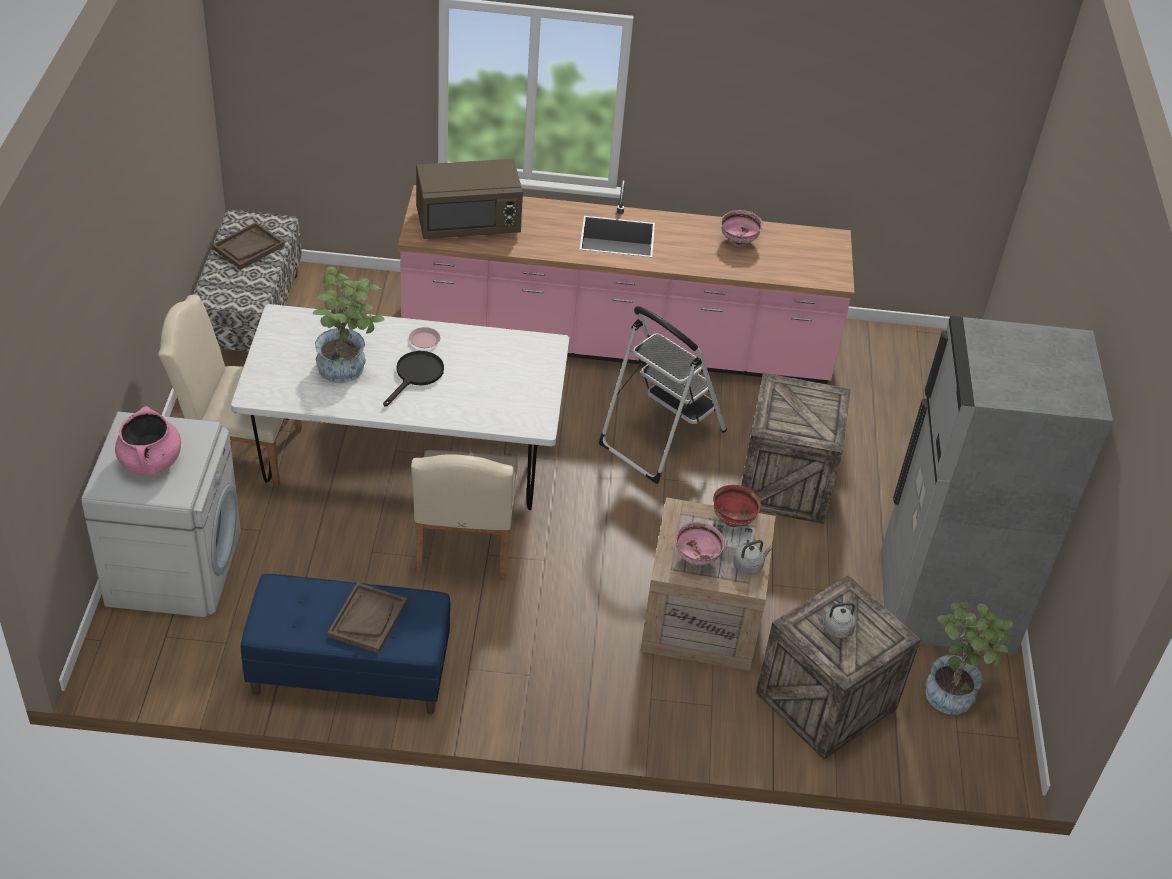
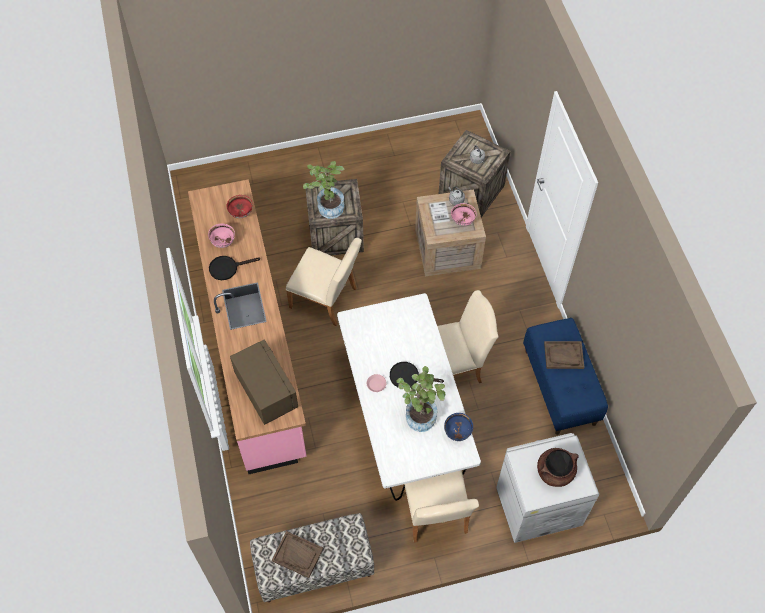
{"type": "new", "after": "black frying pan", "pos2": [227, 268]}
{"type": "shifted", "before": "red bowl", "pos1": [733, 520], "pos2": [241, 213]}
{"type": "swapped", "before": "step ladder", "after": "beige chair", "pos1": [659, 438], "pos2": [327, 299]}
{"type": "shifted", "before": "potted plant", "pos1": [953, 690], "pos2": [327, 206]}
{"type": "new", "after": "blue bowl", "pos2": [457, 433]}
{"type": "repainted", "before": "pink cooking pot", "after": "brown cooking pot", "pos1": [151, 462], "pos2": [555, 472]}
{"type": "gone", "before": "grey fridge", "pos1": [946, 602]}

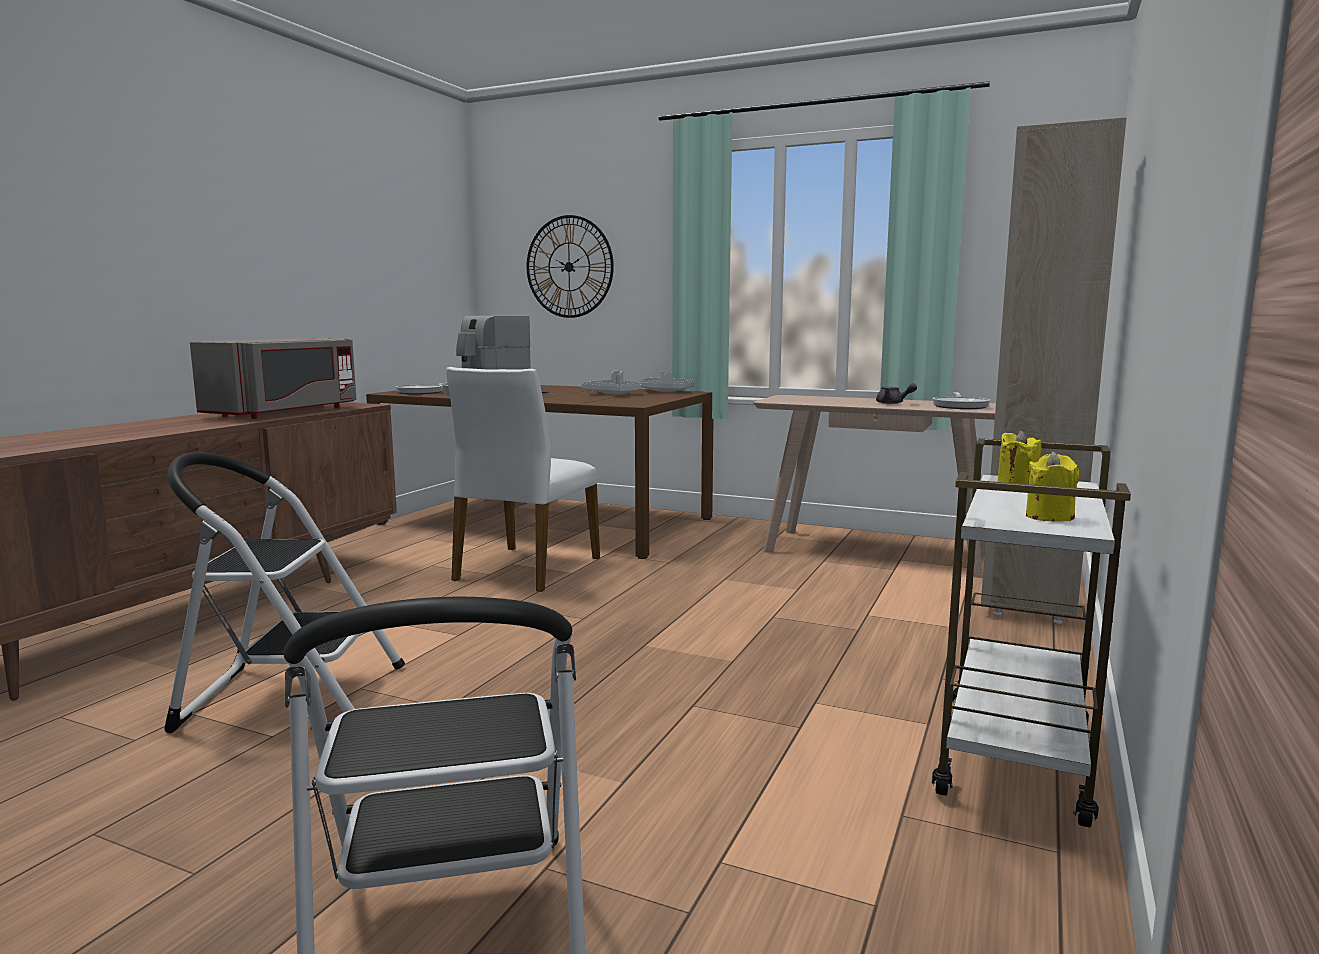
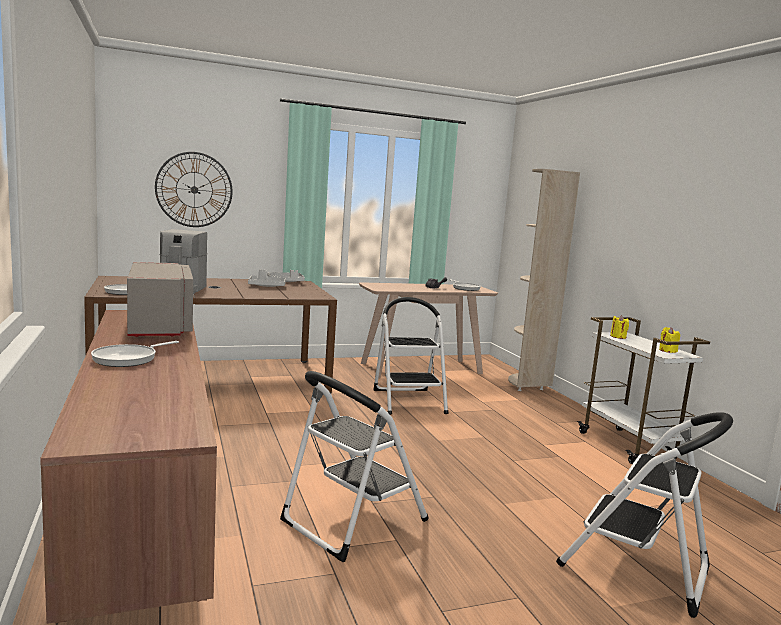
{"type": "new", "after": "frying pan", "pos2": [128, 359]}
{"type": "new", "after": "step ladder", "pos2": [408, 401]}
{"type": "gone", "before": "white chair", "pos1": [525, 568]}

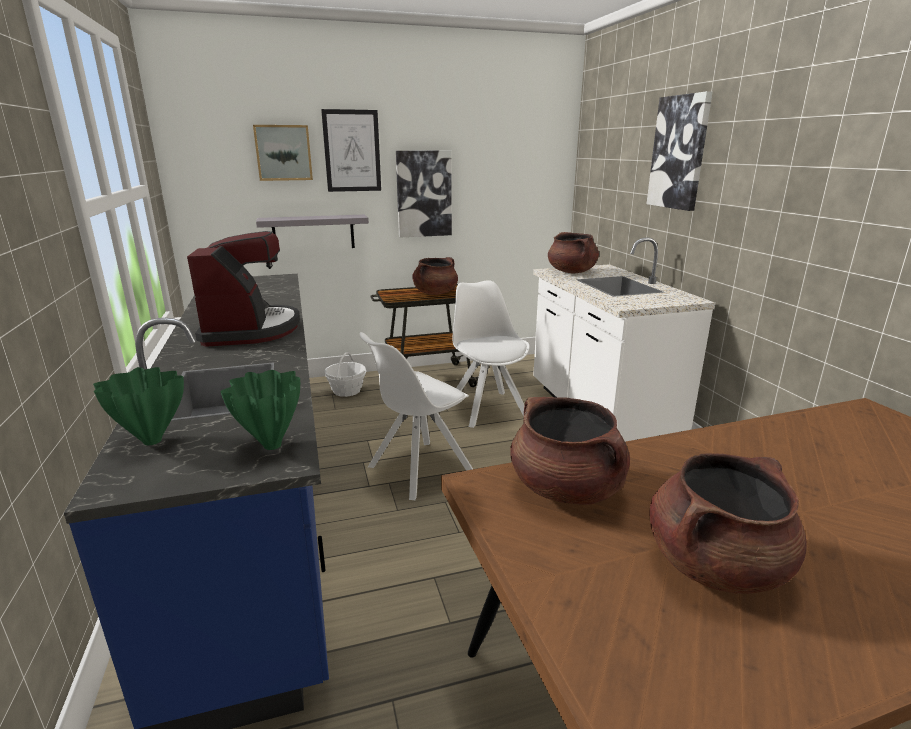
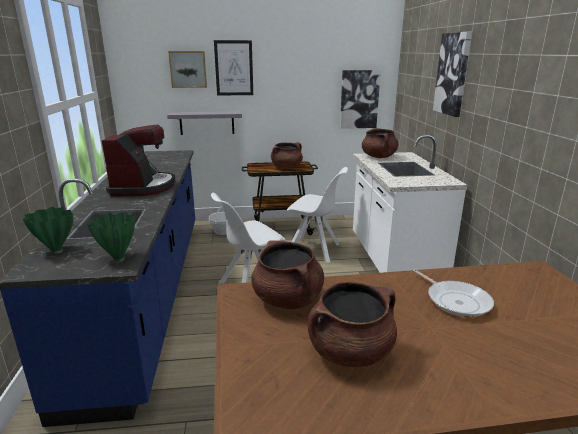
{"type": "rotated", "before": "white chair", "pos1": [487, 408], "pos2": [314, 250], "turn": 120}
{"type": "shifted", "before": "picture", "pos1": [424, 194], "pos2": [359, 99]}
{"type": "new", "after": "frying pan", "pos2": [455, 301]}

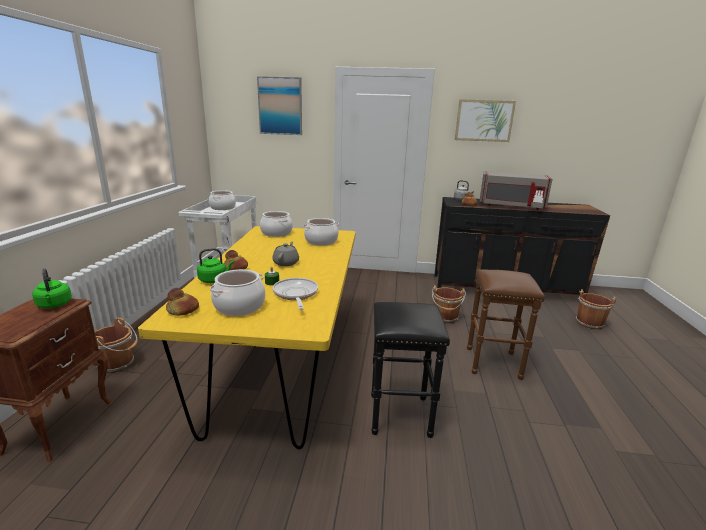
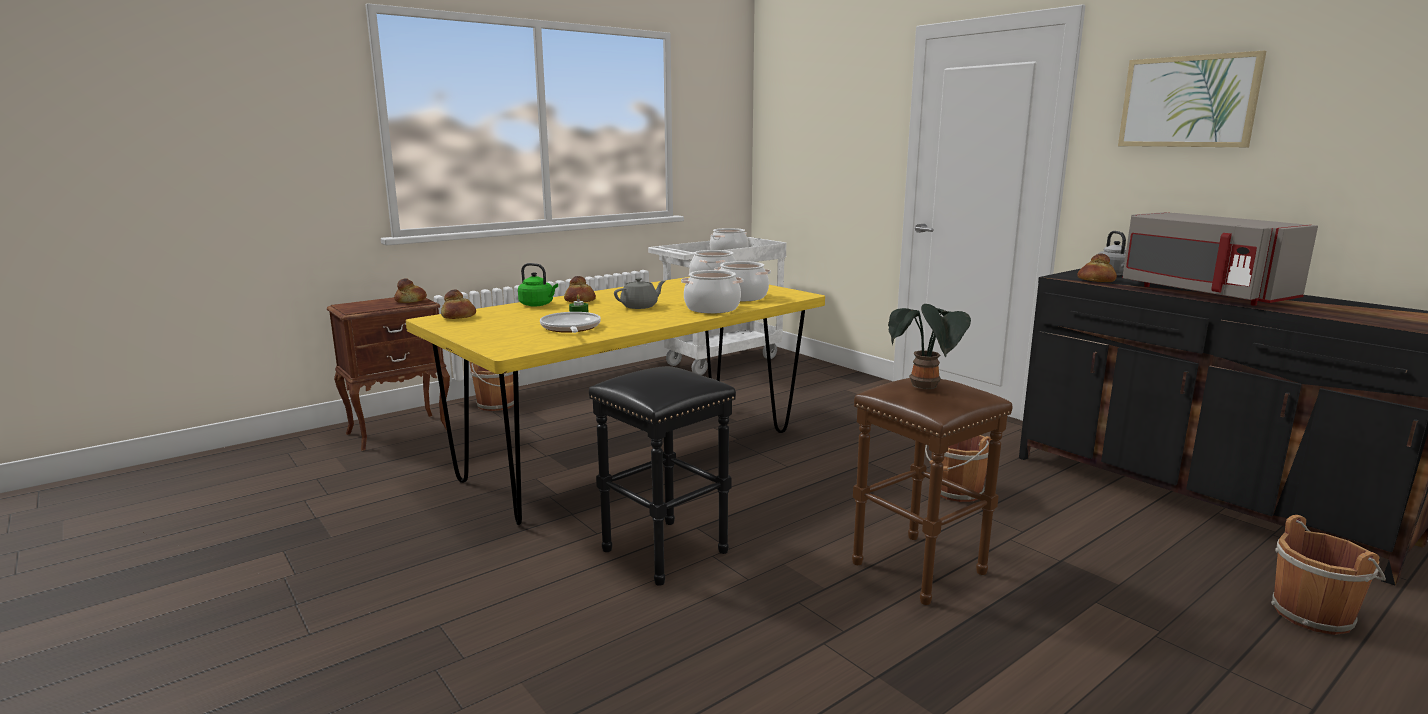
{"type": "swapped", "before": "green kettle", "after": "bread", "pos1": [54, 305], "pos2": [411, 301]}
{"type": "rotated", "before": "frying pan", "pos1": [295, 295], "pos2": [570, 329], "turn": -45}
{"type": "shifted", "before": "cooking pot", "pos1": [239, 306], "pos2": [712, 309]}
{"type": "new", "after": "potted plant", "pos2": [926, 387]}
{"type": "gone", "before": "picture", "pos1": [280, 106]}

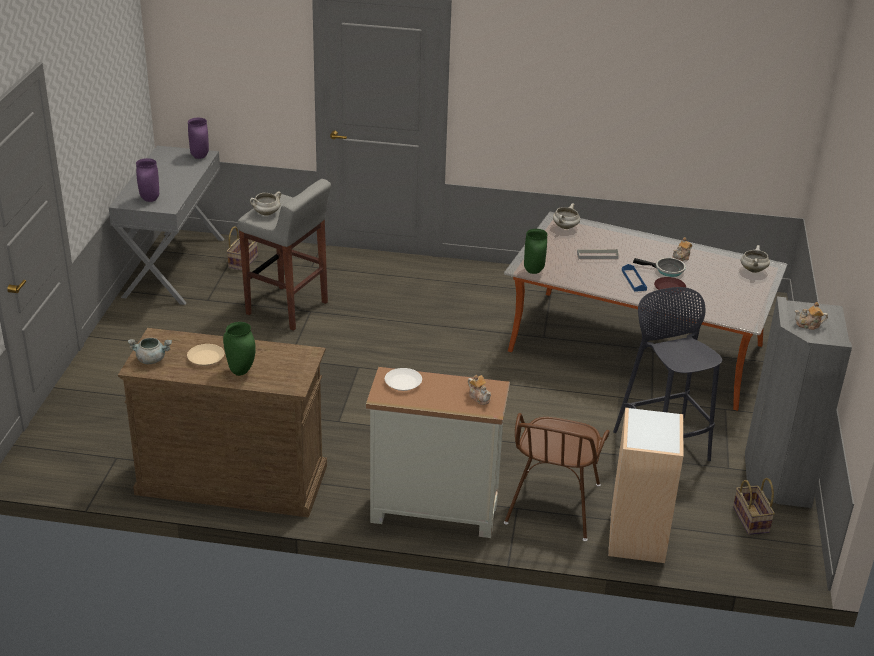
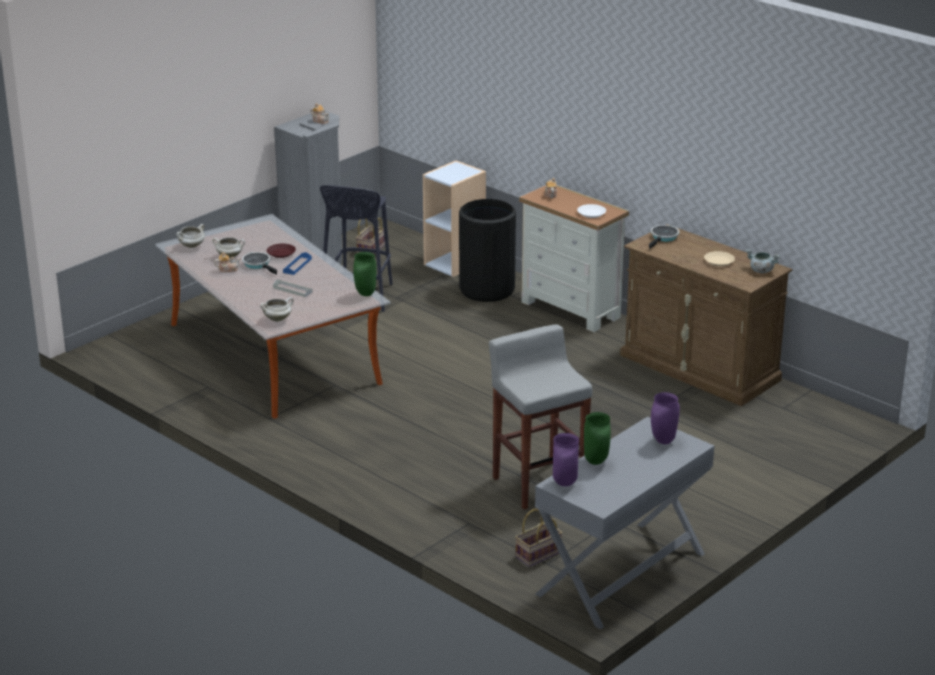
{"type": "shifted", "before": "white cooking pot", "pos1": [266, 213], "pos2": [230, 256]}
{"type": "swapped", "before": "brown chair", "after": "black trash can", "pos1": [552, 507], "pos2": [487, 290]}
{"type": "shifted", "before": "green vase", "pos1": [240, 372], "pos2": [596, 461]}
{"type": "new", "after": "frying pan", "pos2": [663, 238]}

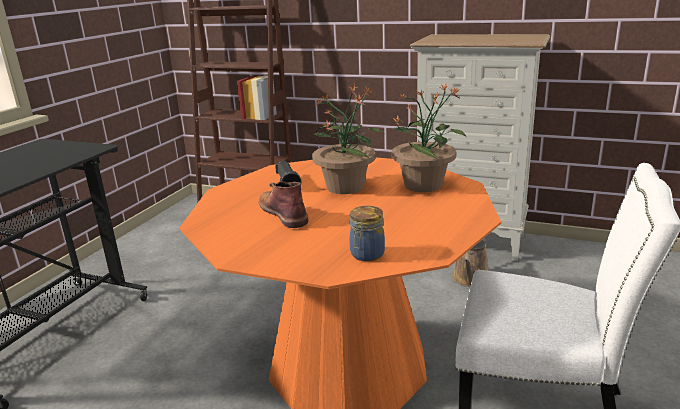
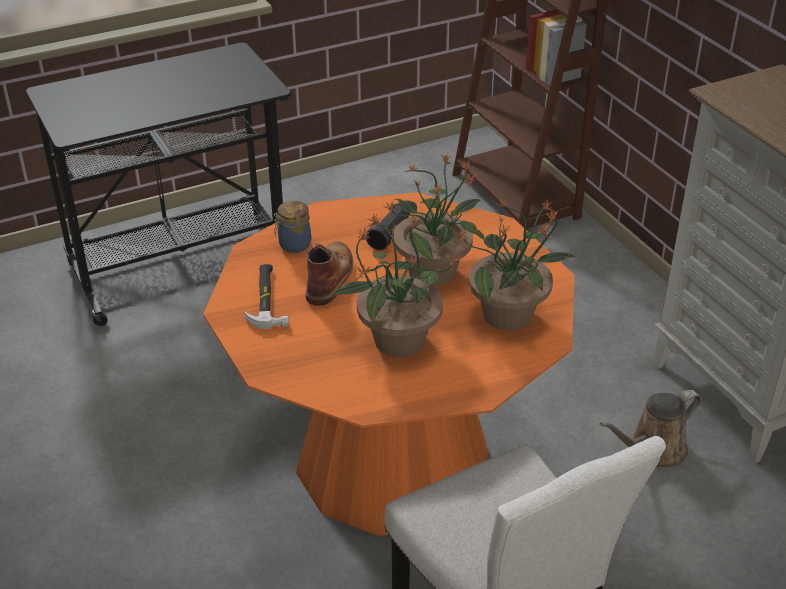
{"type": "new", "after": "hammer", "pos2": [267, 299]}
{"type": "shifted", "before": "jar", "pos1": [366, 255], "pos2": [293, 245]}
{"type": "new", "after": "potted plant", "pos2": [397, 340]}

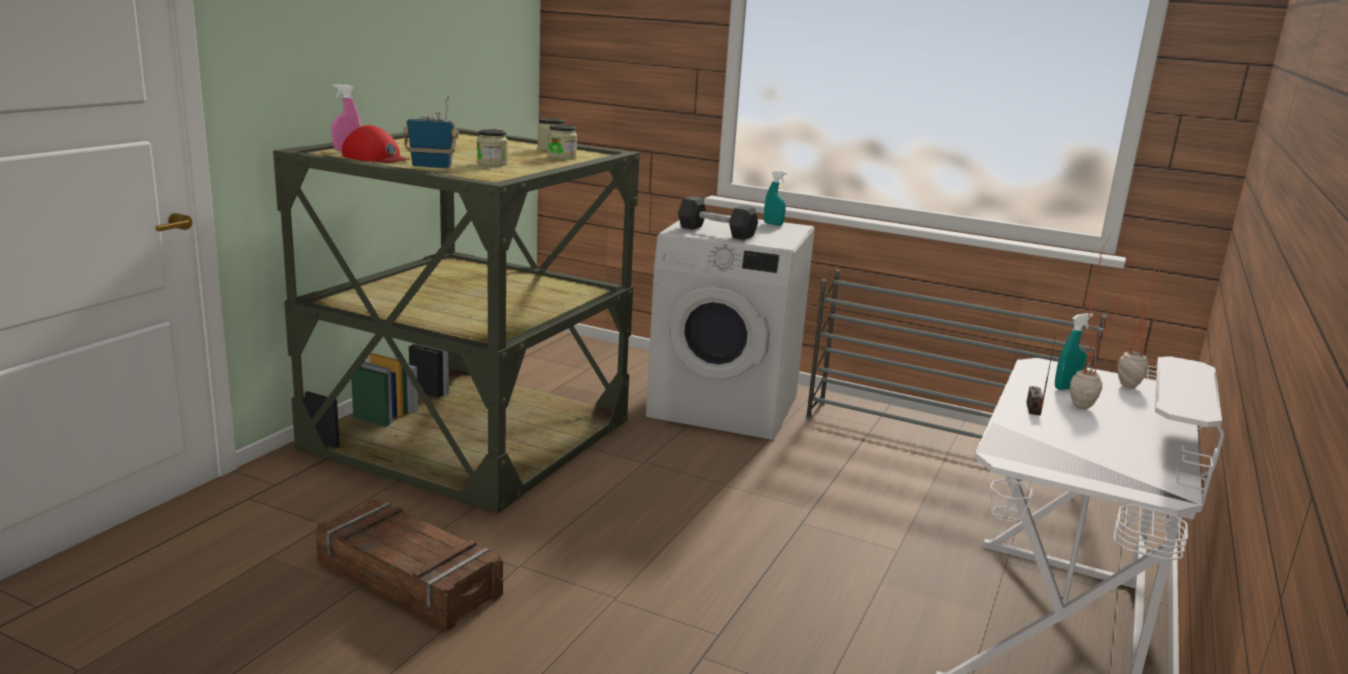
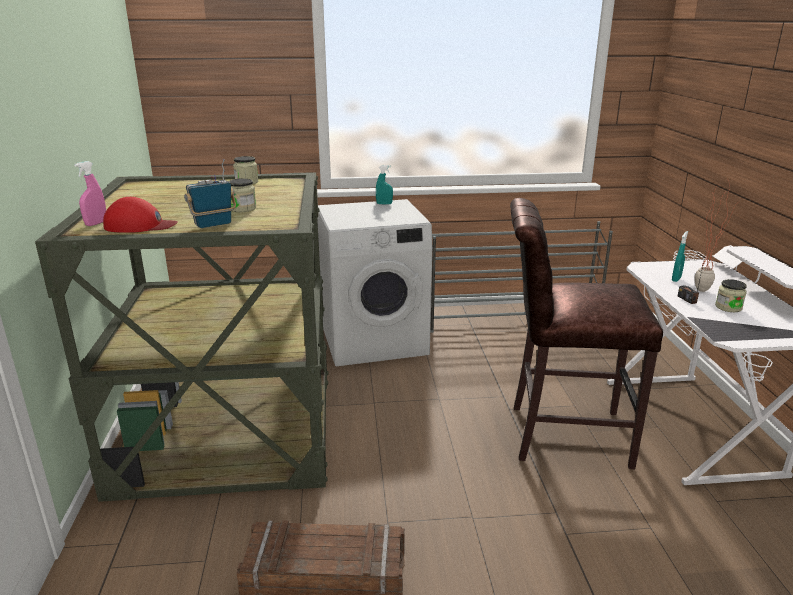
{"type": "new", "after": "brown stool", "pos2": [561, 434]}
{"type": "shifted", "before": "jar", "pos1": [562, 157], "pos2": [728, 307]}
{"type": "gone", "before": "black dumbbell", "pos1": [716, 232]}
{"type": "gone", "before": "potted plant", "pos1": [1125, 383]}

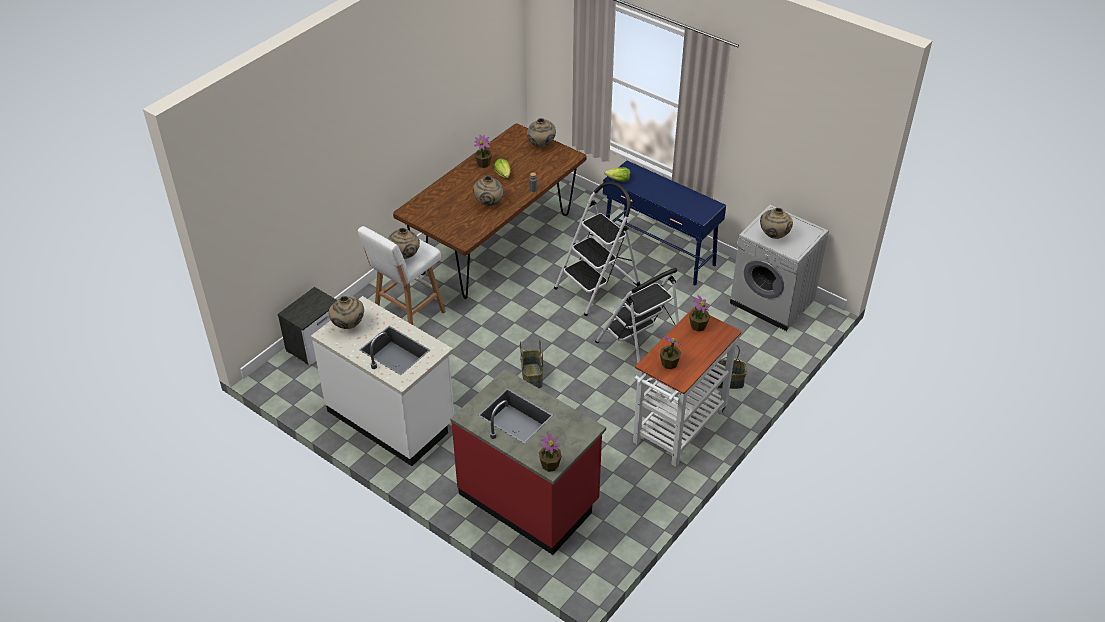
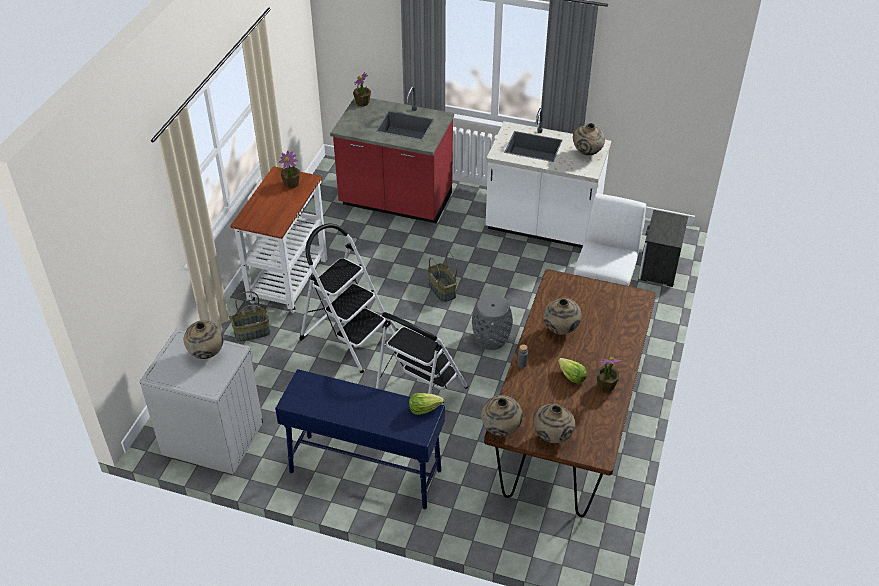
{"type": "new", "after": "grey stool", "pos2": [491, 339]}
{"type": "shifted", "before": "beige vase", "pos1": [405, 256], "pos2": [501, 430]}
{"type": "gone", "before": "potted plant", "pos1": [698, 326]}

